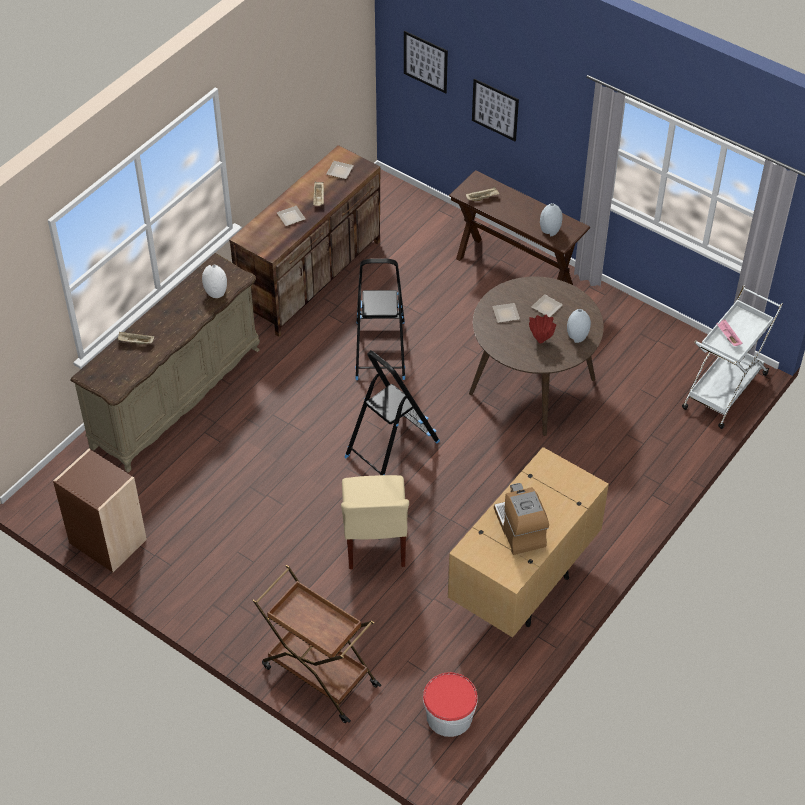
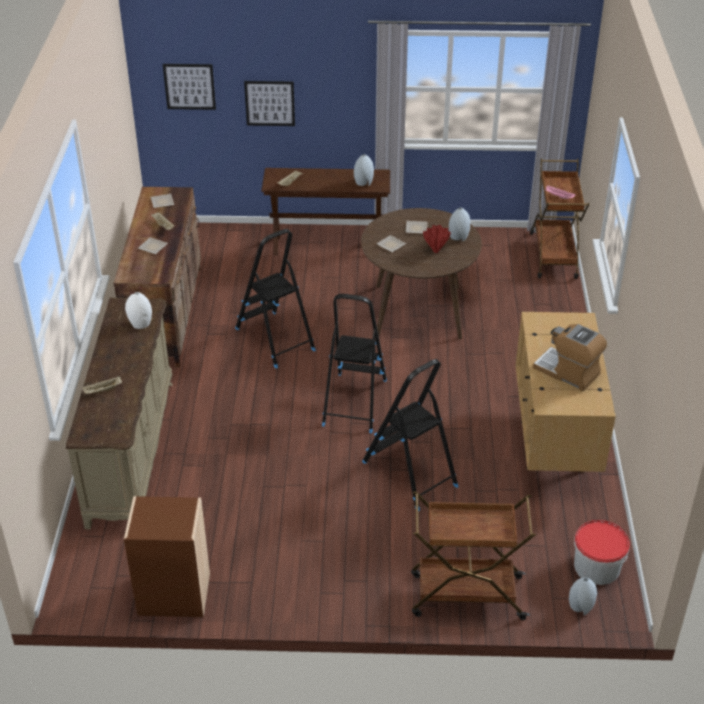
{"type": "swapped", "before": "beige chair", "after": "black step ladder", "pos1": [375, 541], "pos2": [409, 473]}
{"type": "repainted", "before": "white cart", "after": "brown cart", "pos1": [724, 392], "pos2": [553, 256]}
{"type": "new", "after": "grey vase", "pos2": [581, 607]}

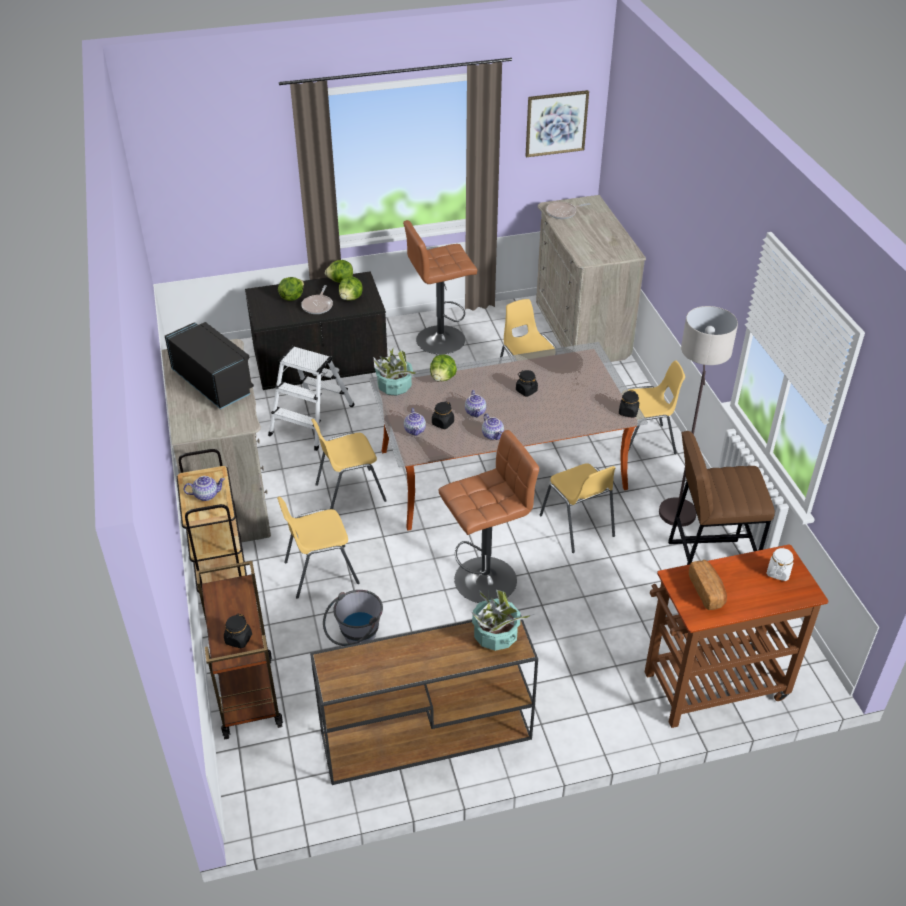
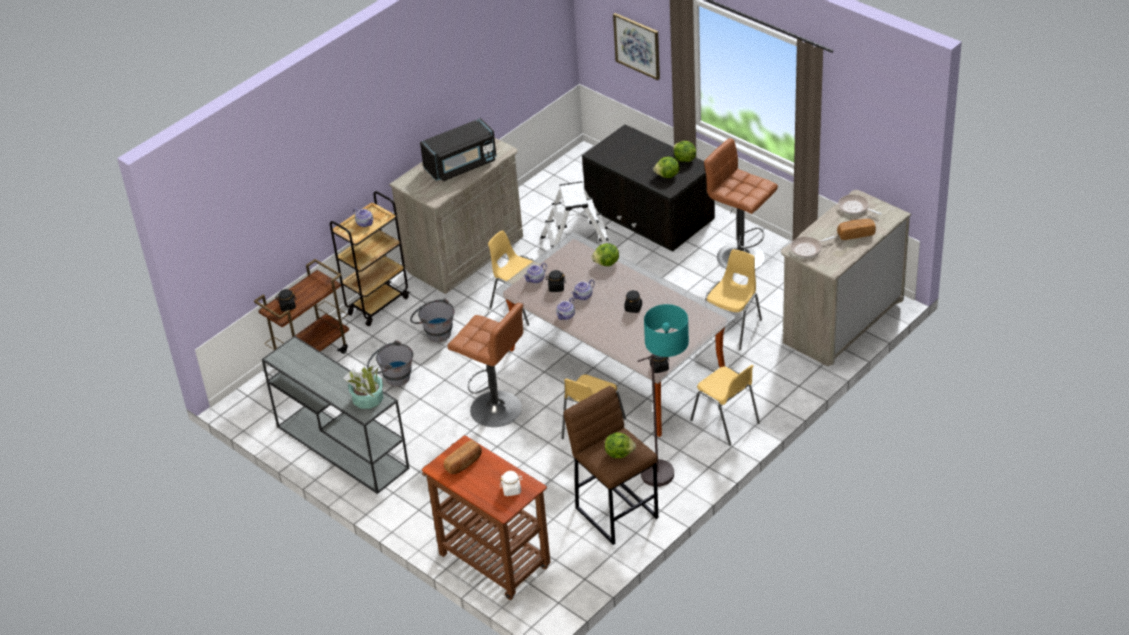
{"type": "repainted", "before": "brown console table", "after": "grey console table", "pos1": [424, 737], "pos2": [341, 447]}
{"type": "swapped", "before": "yellow chair", "after": "grey bucket", "pos1": [320, 572], "pos2": [435, 332]}
{"type": "rotated", "before": "black microwave", "pos1": [213, 382], "pos2": [461, 165], "turn": 45}
{"type": "shifted", "before": "lettuce", "pos1": [291, 297], "pos2": [619, 453]}
{"type": "shifted", "before": "picture", "pos1": [556, 123], "pos2": [637, 45]}
{"type": "repainted", "before": "grey floor lamp", "after": "turquoise floor lamp", "pos1": [677, 505], "pos2": [666, 471]}
{"type": "shifted", "before": "frying pan", "pos1": [318, 306], "pos2": [808, 249]}
{"type": "new", "after": "bread", "pos2": [855, 234]}
{"type": "gone", "before": "potted plant", "pos1": [394, 386]}

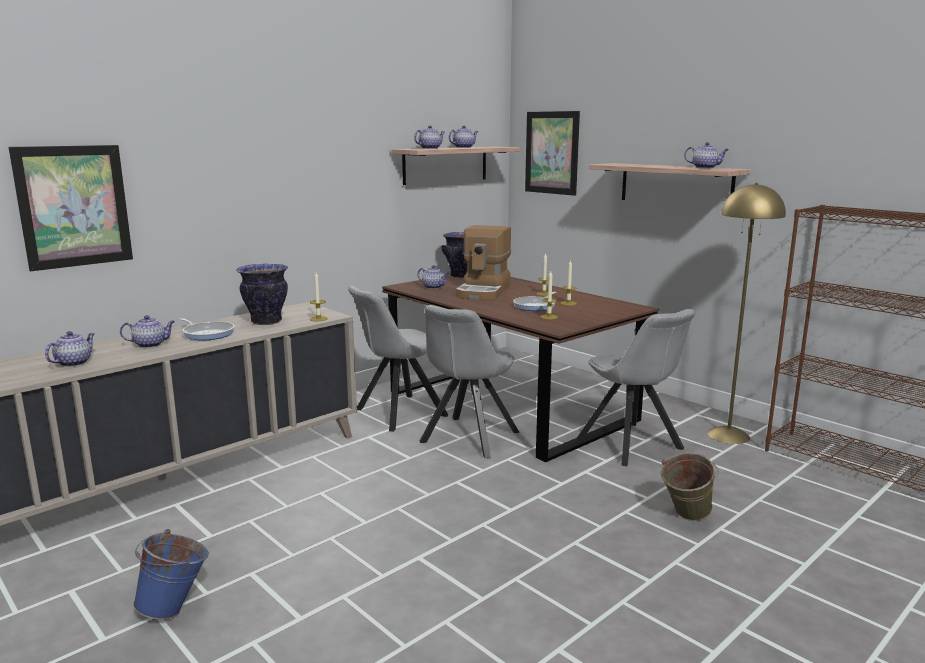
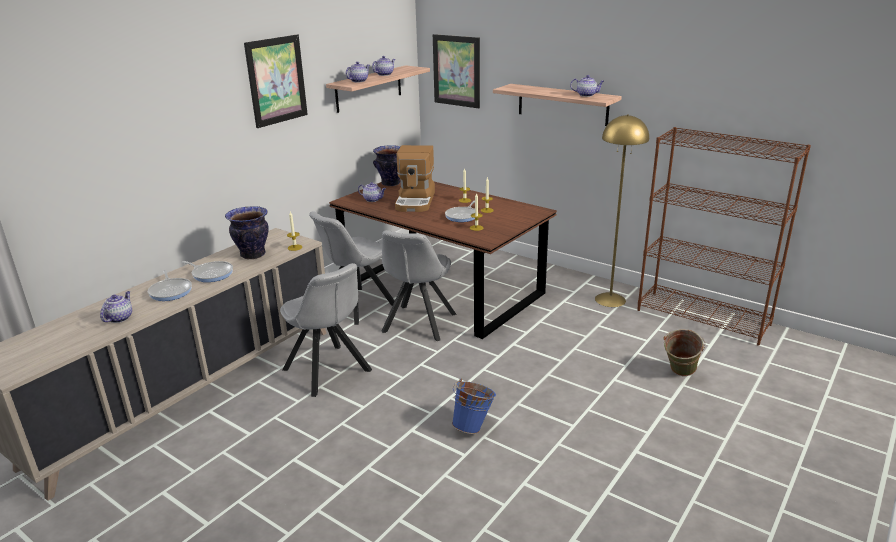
{"type": "swapped", "before": "teapot", "after": "frying pan", "pos1": [150, 344], "pos2": [171, 291]}
{"type": "shifted", "before": "picture", "pos1": [74, 206], "pos2": [276, 80]}
{"type": "shifted", "before": "grey chair", "pos1": [631, 445], "pos2": [328, 371]}
{"type": "shifted", "before": "blue bucket", "pos1": [176, 608], "pos2": [473, 426]}
{"type": "shifted", "before": "green bucket", "pos1": [685, 518], "pos2": [679, 374]}

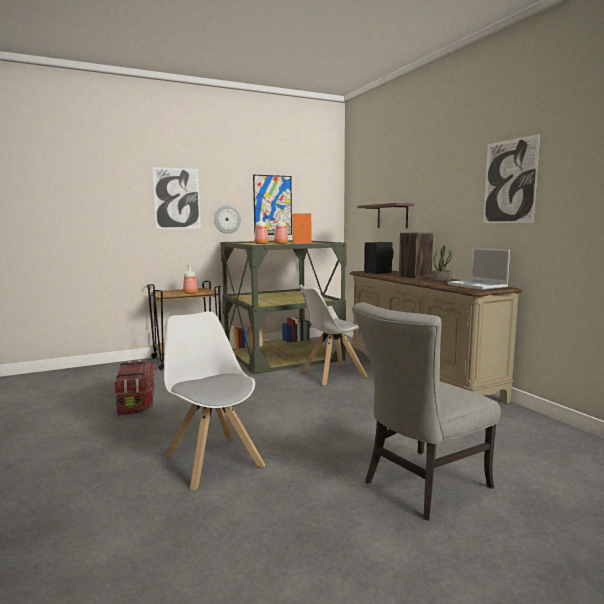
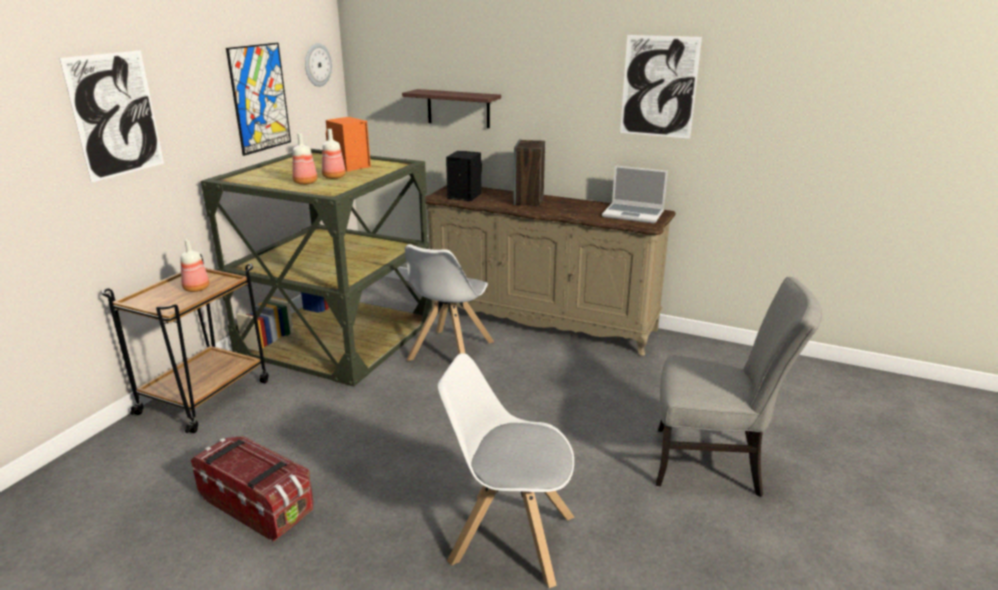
{"type": "shifted", "before": "wall clock", "pos1": [227, 219], "pos2": [317, 64]}
{"type": "rotated", "before": "grey chair", "pos1": [420, 485], "pos2": [715, 463], "turn": -90}
{"type": "gone", "before": "potted plant", "pos1": [441, 280]}

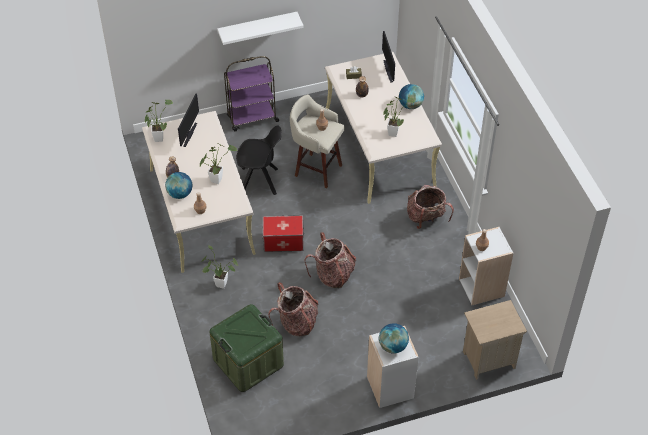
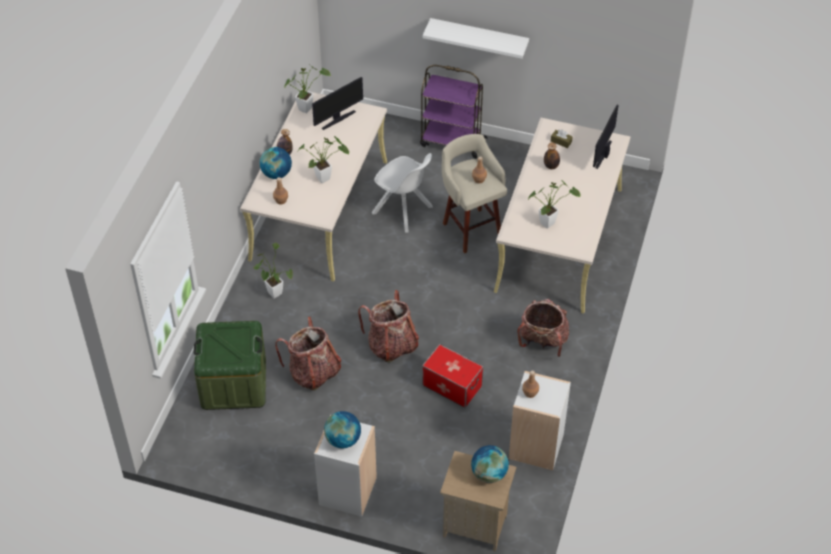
{"type": "repainted", "before": "black chair", "after": "white chair", "pos1": [260, 181], "pos2": [403, 210]}
{"type": "shifted", "before": "storage box", "pos1": [283, 242], "pos2": [451, 385]}
{"type": "shifted", "before": "globe", "pos1": [410, 105], "pos2": [489, 474]}

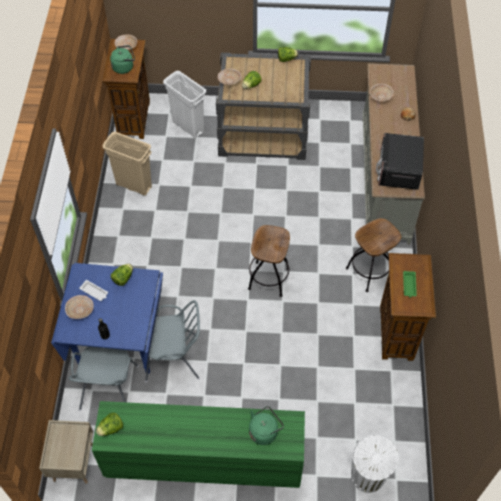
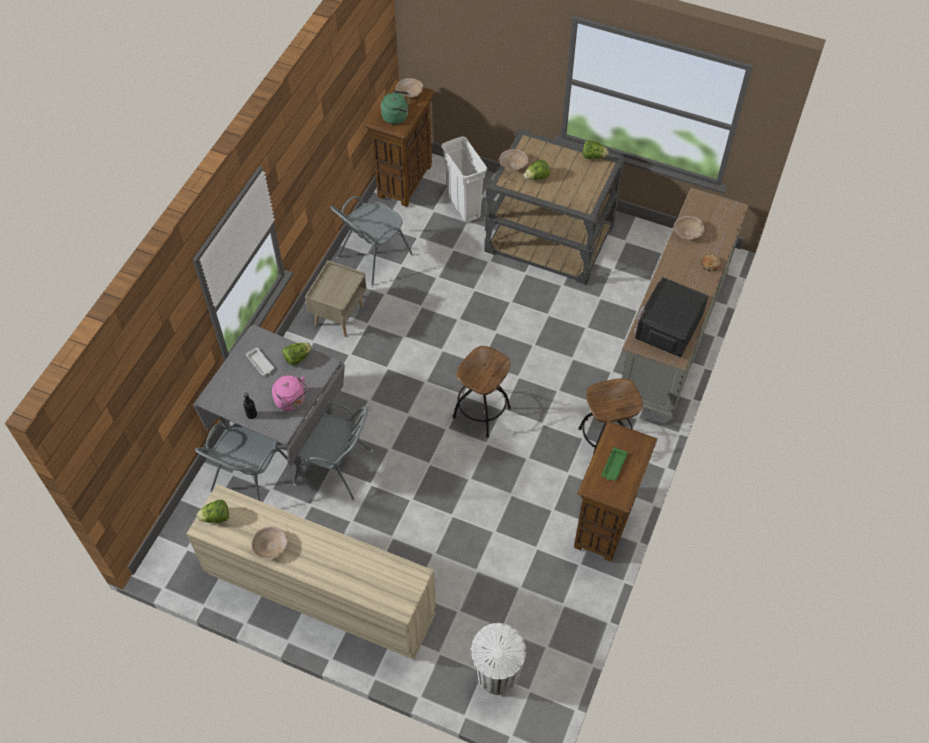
{"type": "repainted", "before": "green dresser", "after": "beige dresser", "pos1": [204, 462], "pos2": [320, 595]}
{"type": "repainted", "before": "blue dining table", "after": "grey dining table", "pos1": [119, 344], "pos2": [282, 433]}
{"type": "shifted", "before": "beige bowl", "pos1": [80, 310], "pos2": [271, 547]}
{"type": "new", "after": "pink kettle", "pos2": [291, 401]}
{"type": "shifted", "before": "beige nightstand", "pos1": [73, 462], "pos2": [339, 315]}
{"type": "swapped", "before": "beige trash can", "after": "grey chair", "pos1": [133, 185], "pos2": [372, 258]}
{"type": "gone", "before": "green kettle", "pos1": [264, 431]}

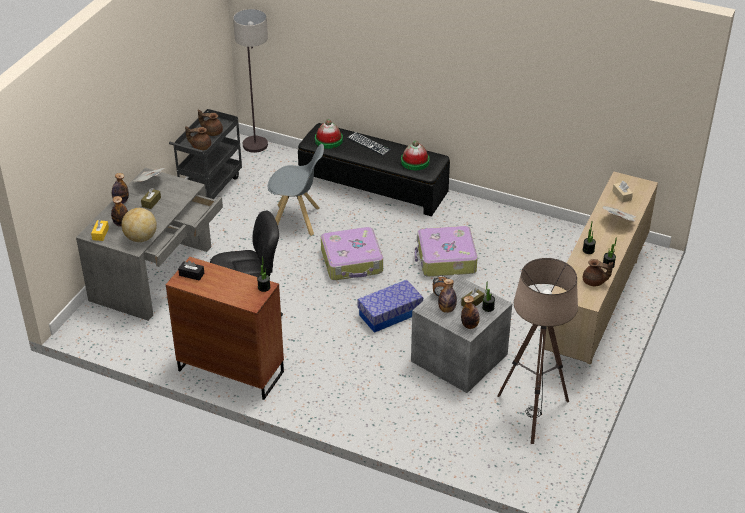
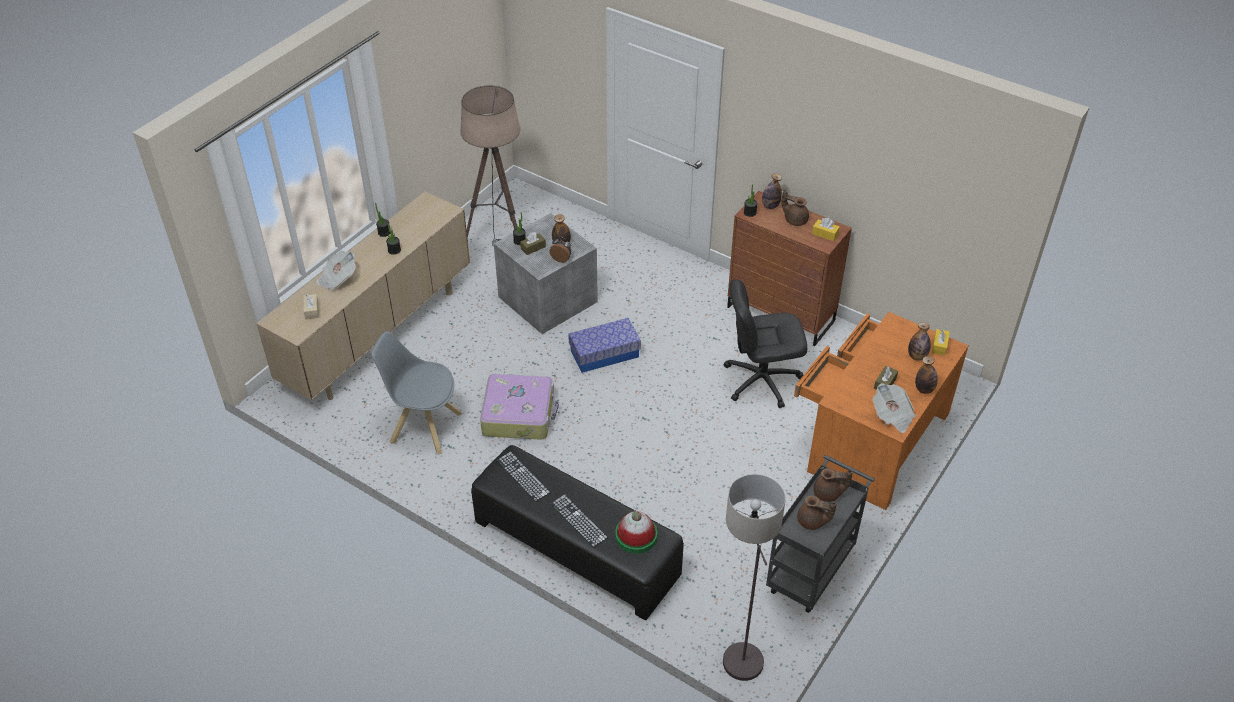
{"type": "shifted", "before": "grey chair", "pos1": [297, 220], "pos2": [424, 426]}
{"type": "swapped", "before": "hat", "after": "keyboard", "pos1": [415, 161], "pos2": [523, 476]}
{"type": "shifted", "before": "bottle", "pos1": [469, 325], "pos2": [770, 206]}
{"type": "shifted", "before": "brown teapot", "pos1": [594, 282], "pos2": [795, 220]}
{"type": "repainted", "before": "grey desk", "after": "orange desk", "pos1": [158, 274], "pos2": [870, 439]}
{"type": "repainted", "before": "black tissue box", "after": "yellow tissue box", "pos1": [191, 274], "pos2": [825, 234]}
{"type": "gone", "before": "globe", "pos1": [141, 238]}
{"type": "gone", "before": "suitcase", "pos1": [352, 261]}

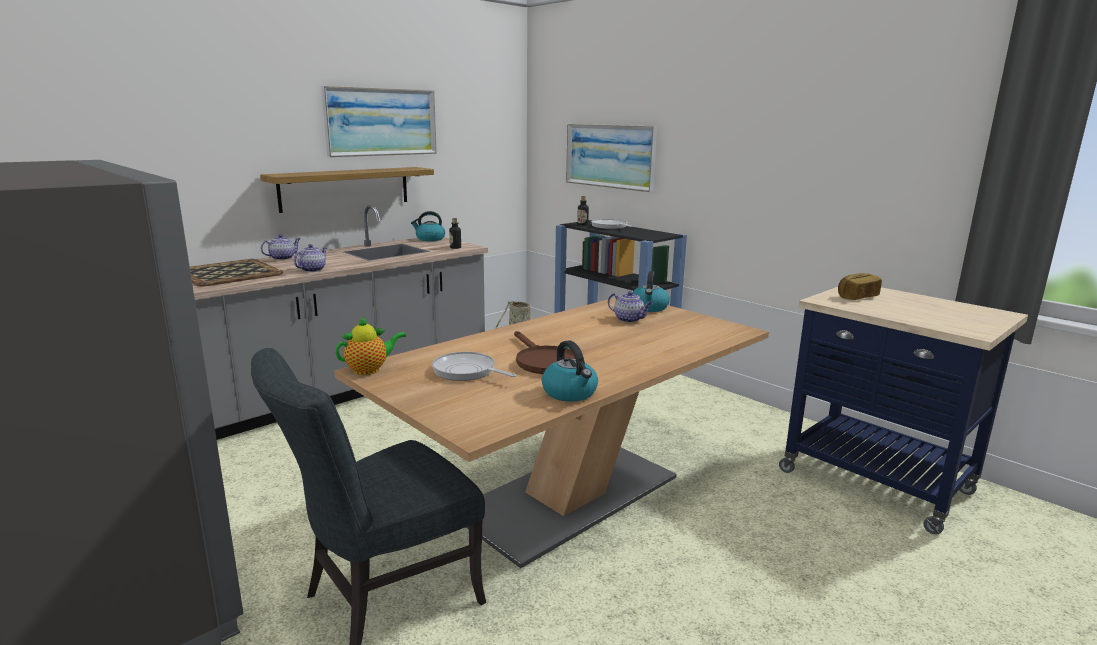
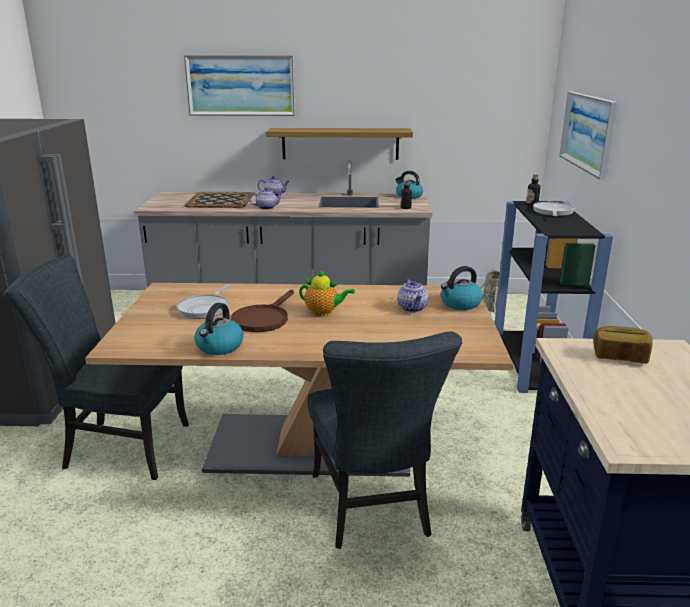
{"type": "rotated", "before": "frying pan", "pos1": [467, 371], "pos2": [205, 308], "turn": -150}
{"type": "shifted", "before": "picture", "pos1": [381, 122], "pos2": [241, 85]}
{"type": "shifted", "before": "teapot", "pos1": [369, 370], "pos2": [324, 312]}
{"type": "new", "after": "grey chair", "pos2": [373, 509]}

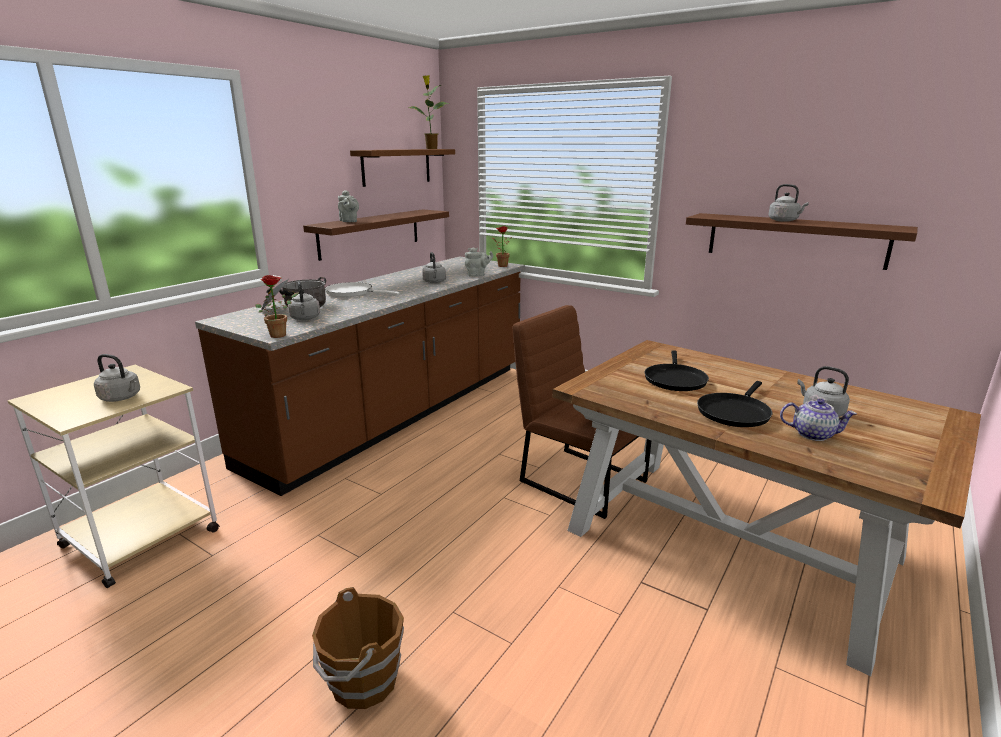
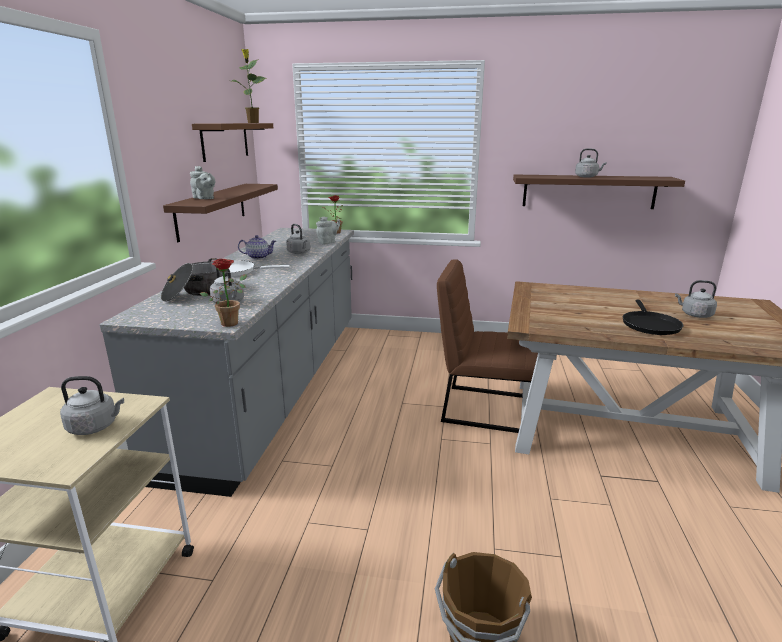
{"type": "repainted", "before": "brown counter", "after": "grey counter", "pos1": [399, 412], "pos2": [276, 386]}
{"type": "shifted", "before": "teapot", "pos1": [813, 434], "pos2": [258, 257]}
{"type": "gone", "before": "black frying pan", "pos1": [674, 379]}

